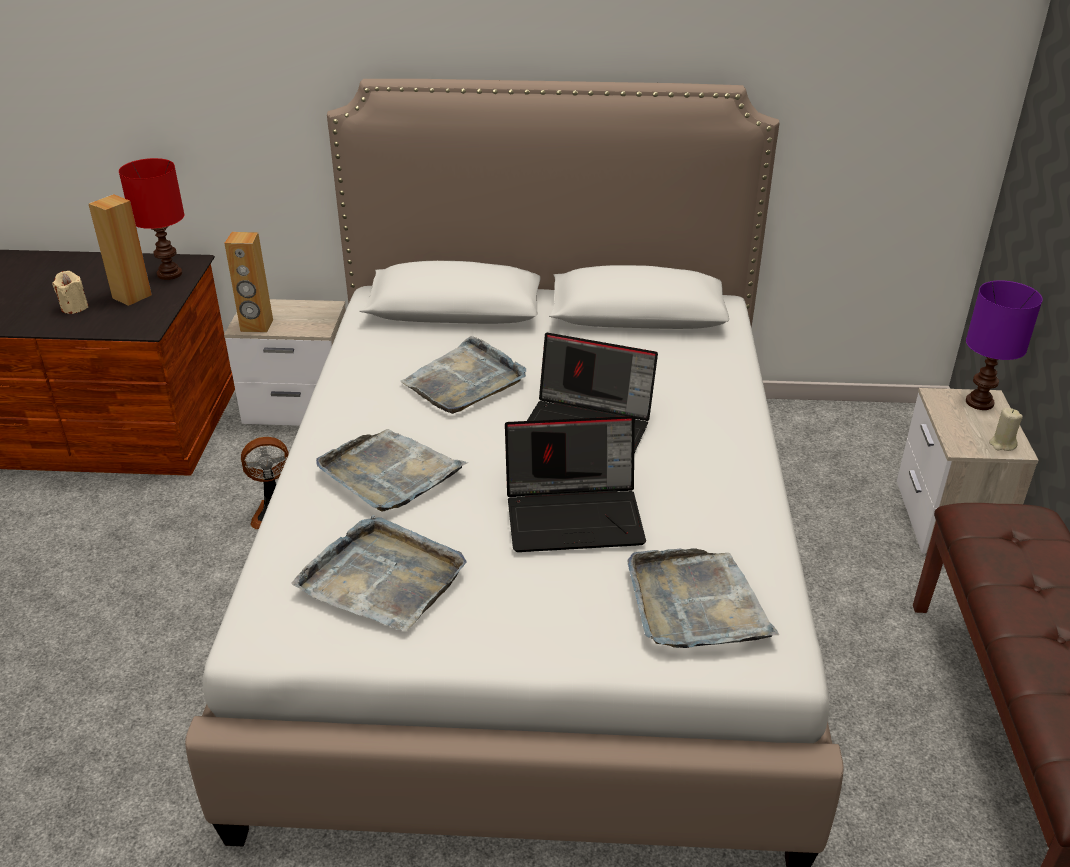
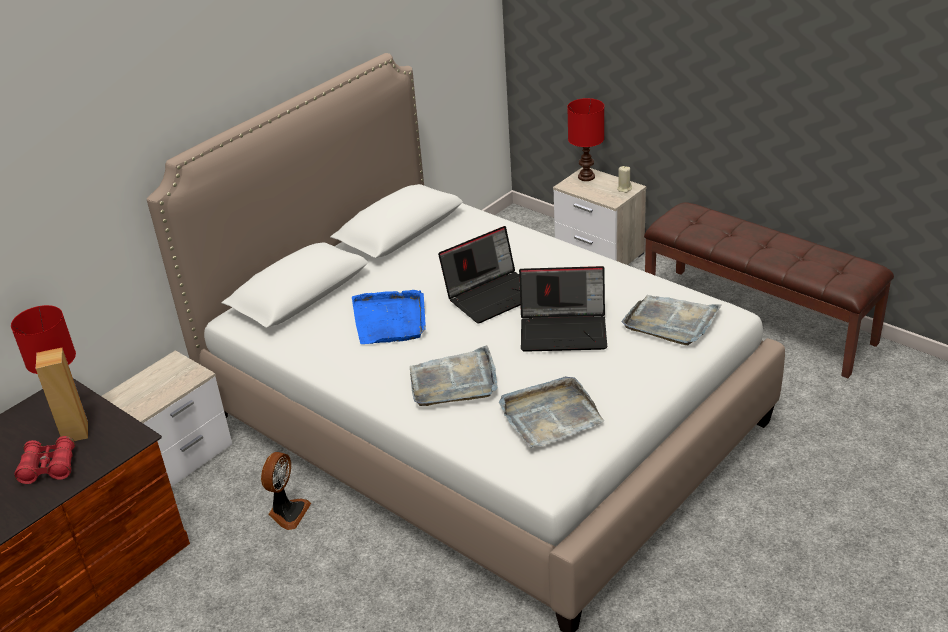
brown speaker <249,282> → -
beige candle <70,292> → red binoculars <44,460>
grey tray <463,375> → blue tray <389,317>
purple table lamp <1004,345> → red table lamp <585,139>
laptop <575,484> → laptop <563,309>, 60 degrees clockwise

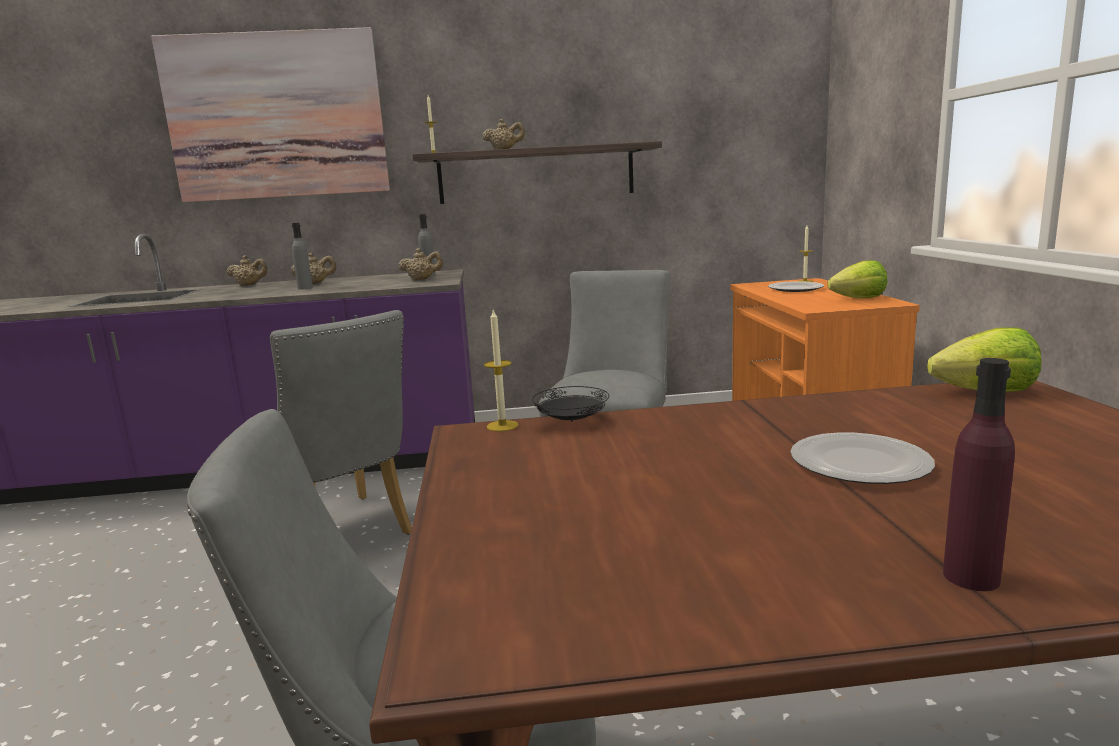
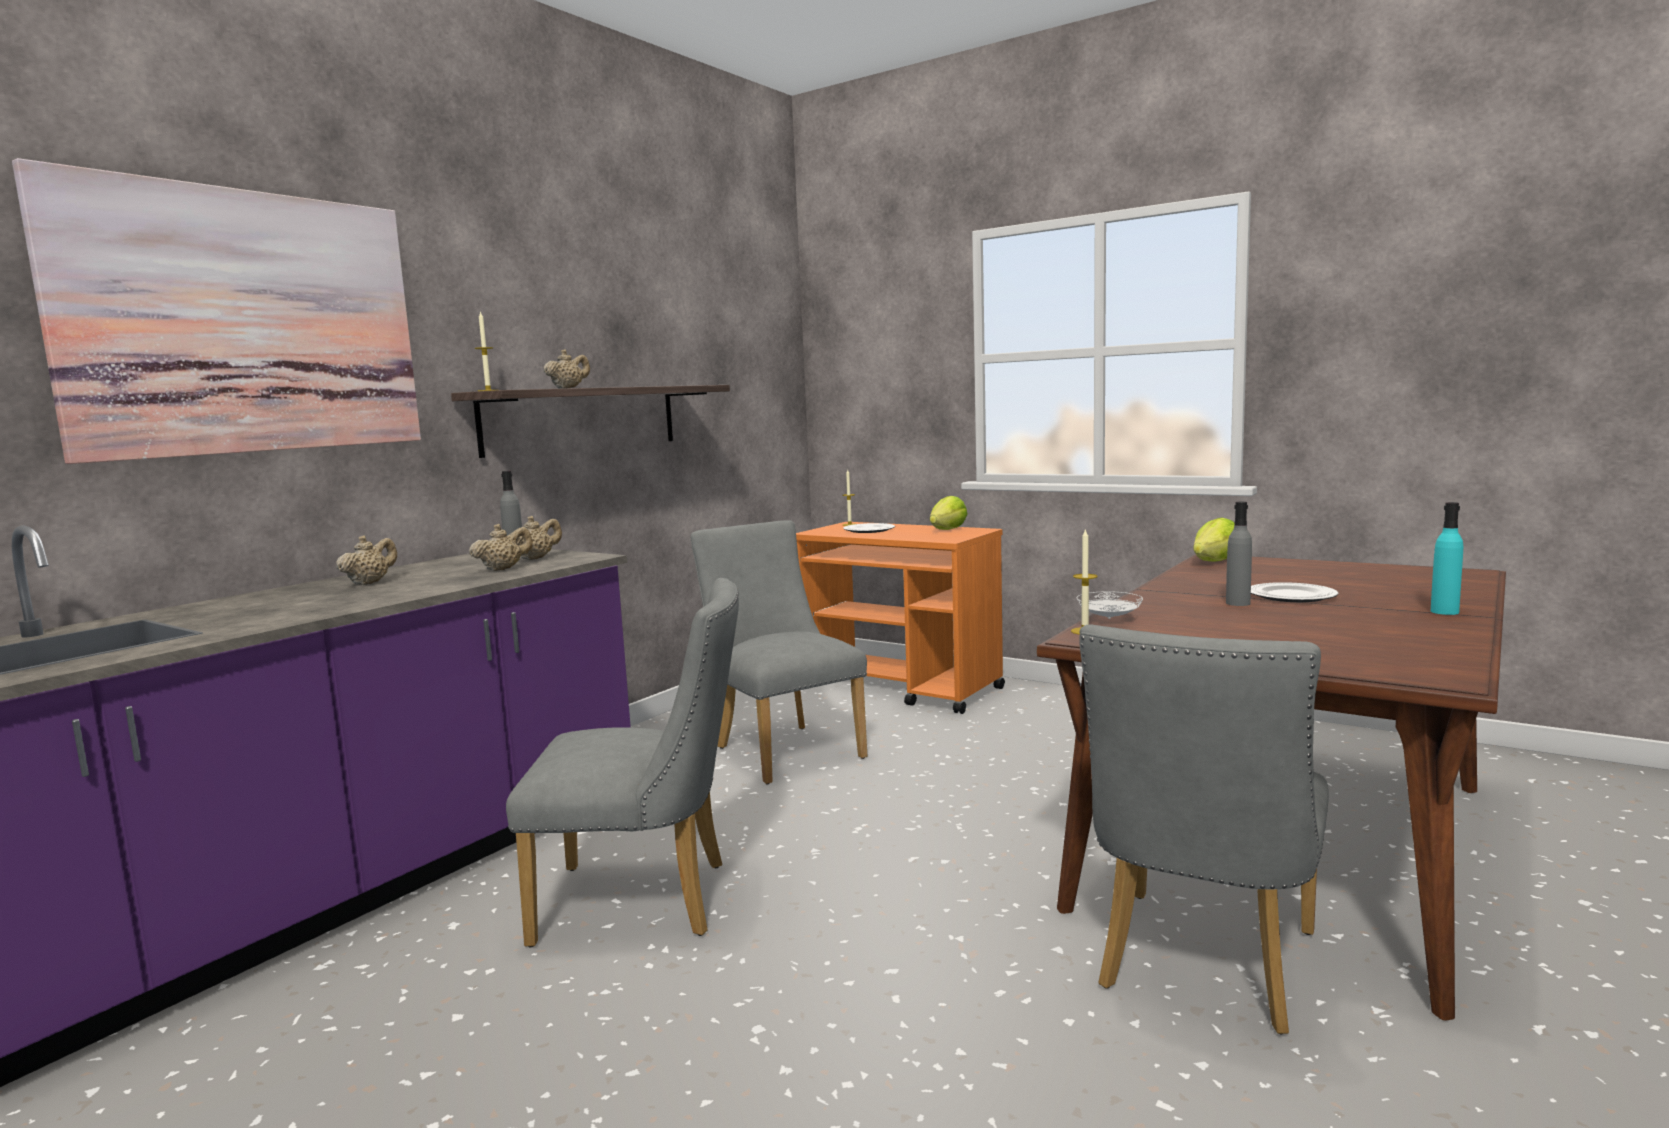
beige teapot <247,270> → beige teapot <501,547>, shifted
grey bottle <302,256> → grey bottle <1239,554>, shifted
black plate <570,404> → white plate <1110,605>
purple bottle <979,474> → turquoise bottle <1447,558>

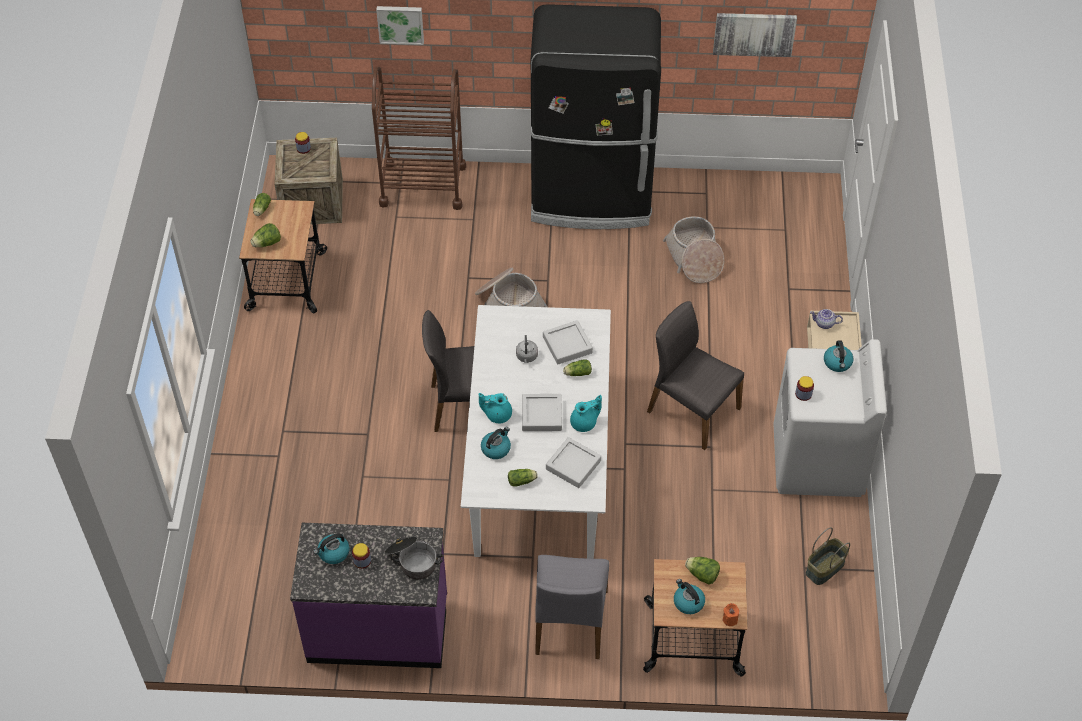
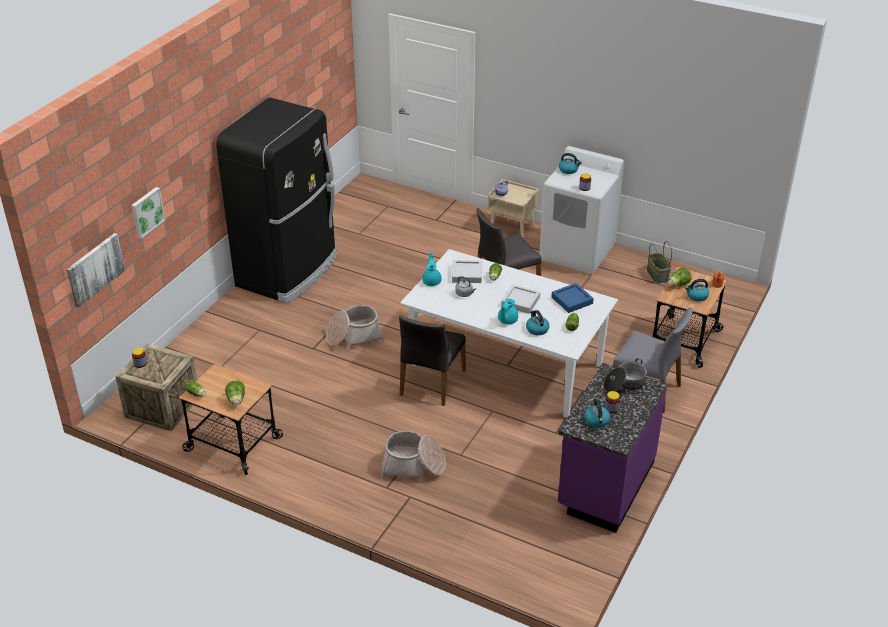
brown cart <419,138> → -
turquoise teapot <586,413> → turquoise teapot <432,269>, shifted
basket <693,249> → basket <413,456>, shifted
picture <755,35> → picture <96,270>, shifted
grey tray <573,462> → blue tray <572,298>

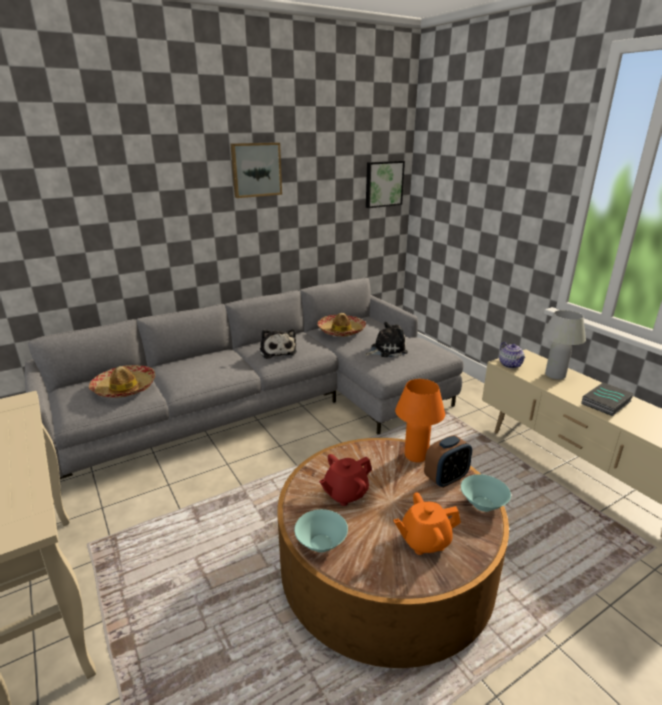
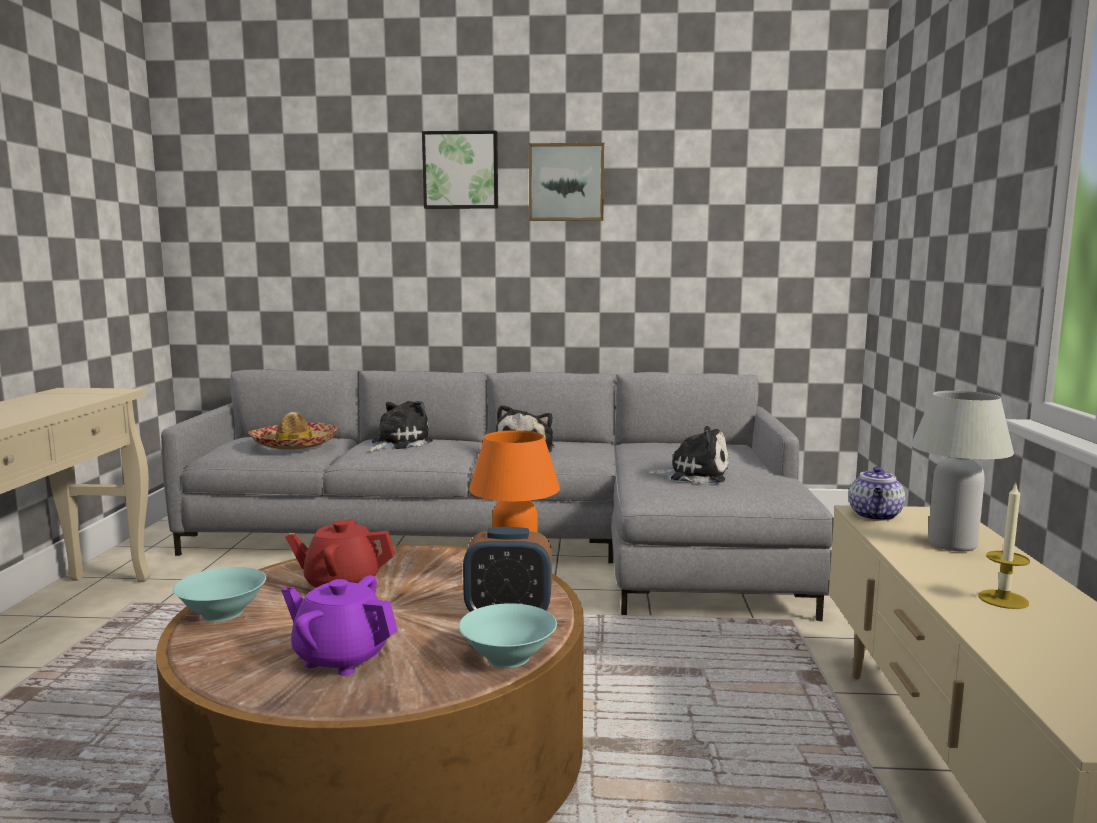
hat <342,325> → -
- → plush toy <400,426>
picture <385,184> → picture <460,169>, shifted
book <607,399> → candle <1004,546>
orange teapot <427,523> → purple teapot <340,625>

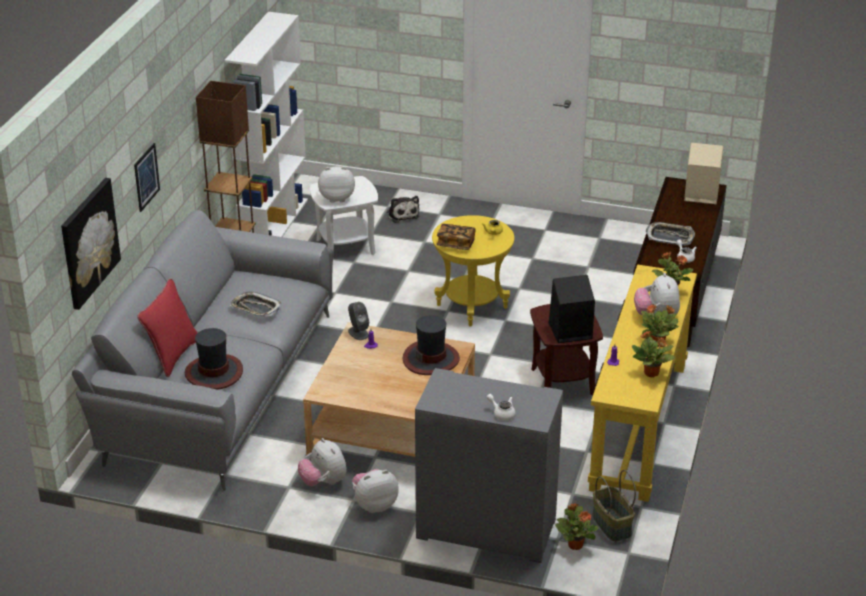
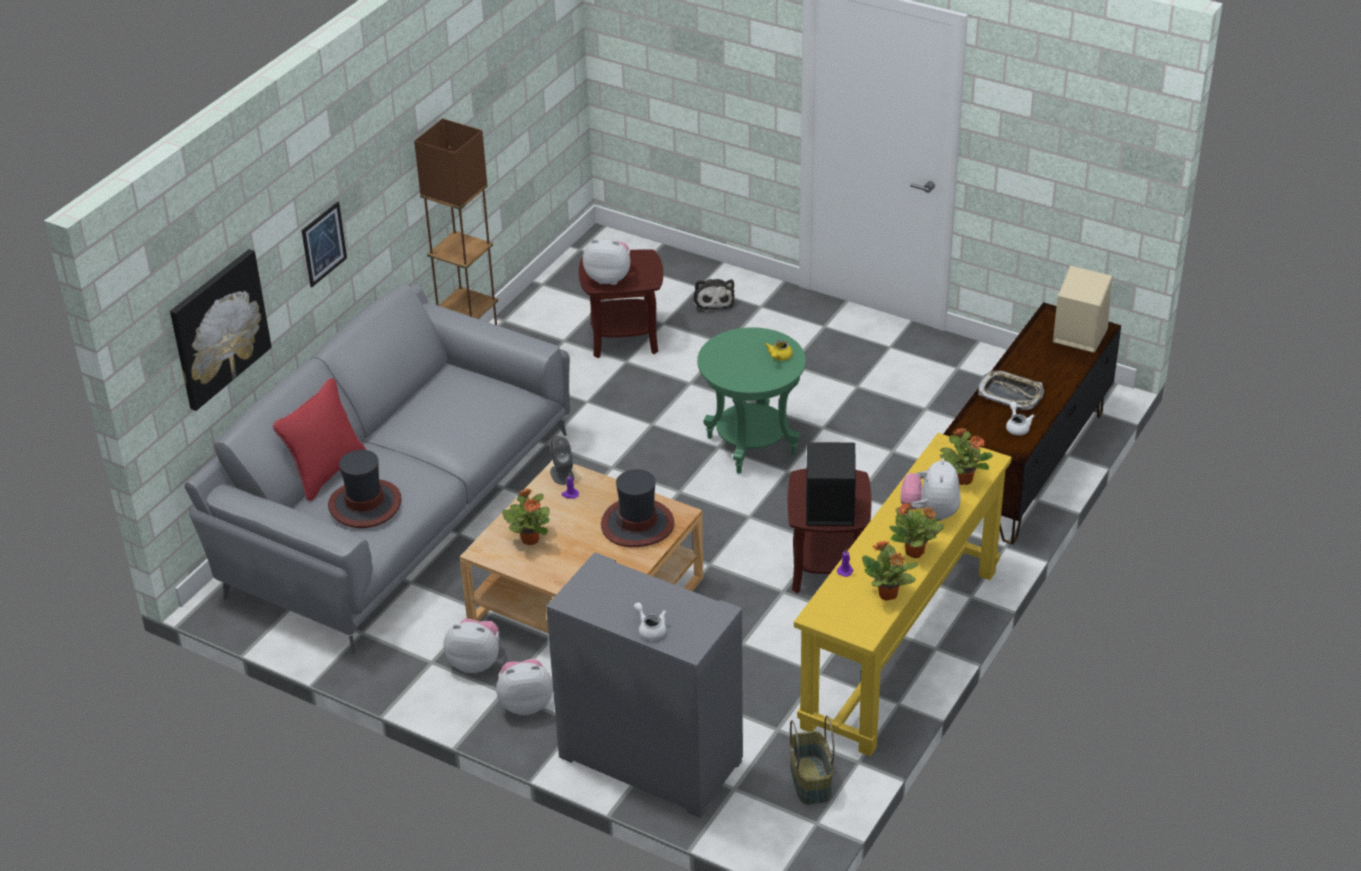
white bookcase <266,124> → -
tray <256,304> → -
book <456,237> → -
potted plant <576,526> → potted plant <526,517>, shifted
white side table <344,215> → brown side table <621,303>
yellow side table <473,271> → green side table <751,400>
plush toy <322,462> → plush toy <472,645>, 120 degrees clockwise

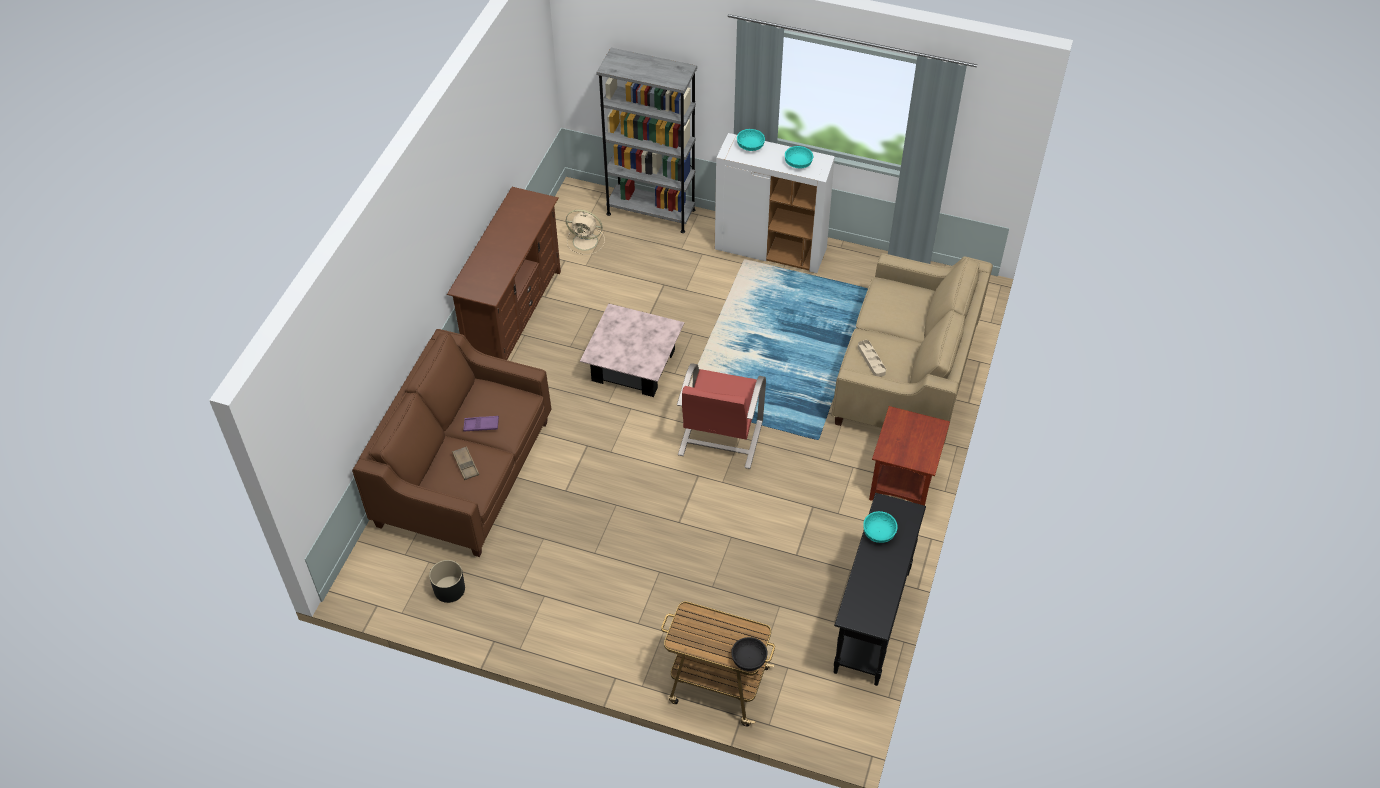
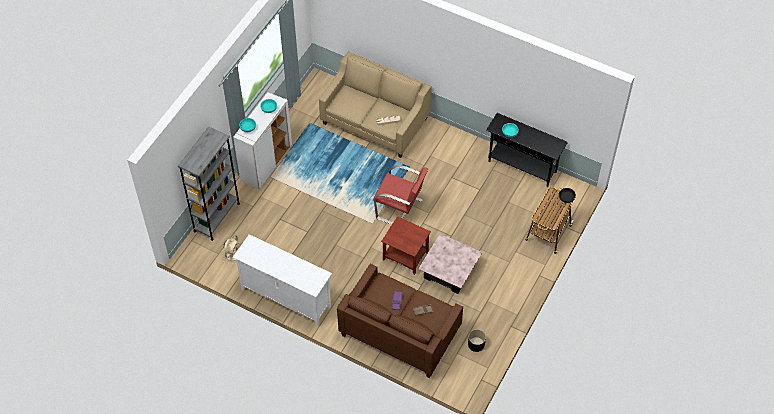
pink coffee table <632,350> → pink coffee table <450,264>, shifted
brown side table <909,456> → brown side table <406,245>, shifted
brown tv stand <504,273> → white tv stand <282,280>

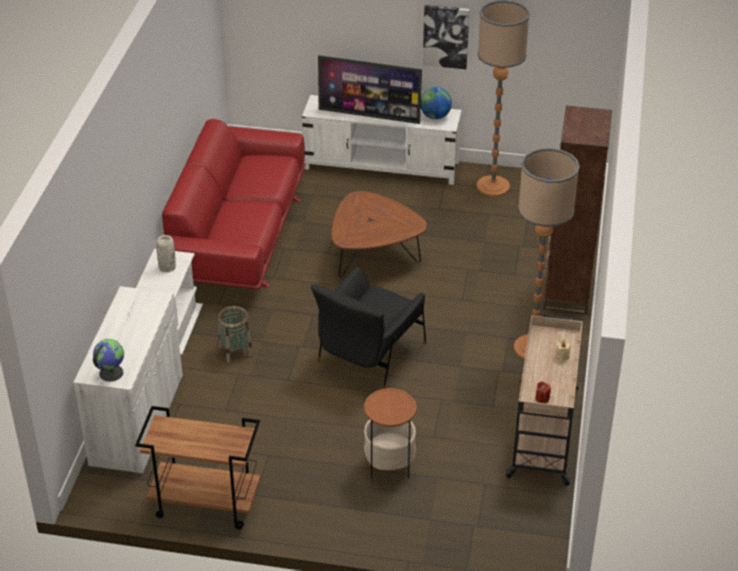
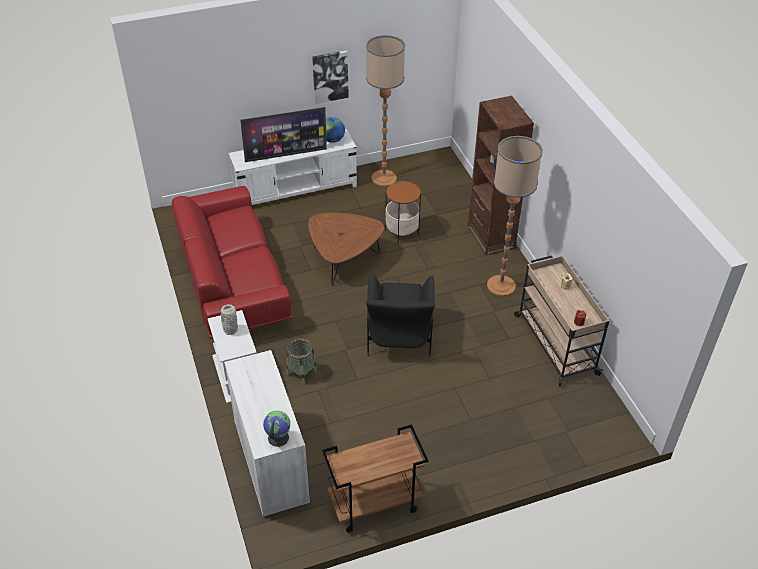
side table <390,433> → side table <403,212>, shifted

